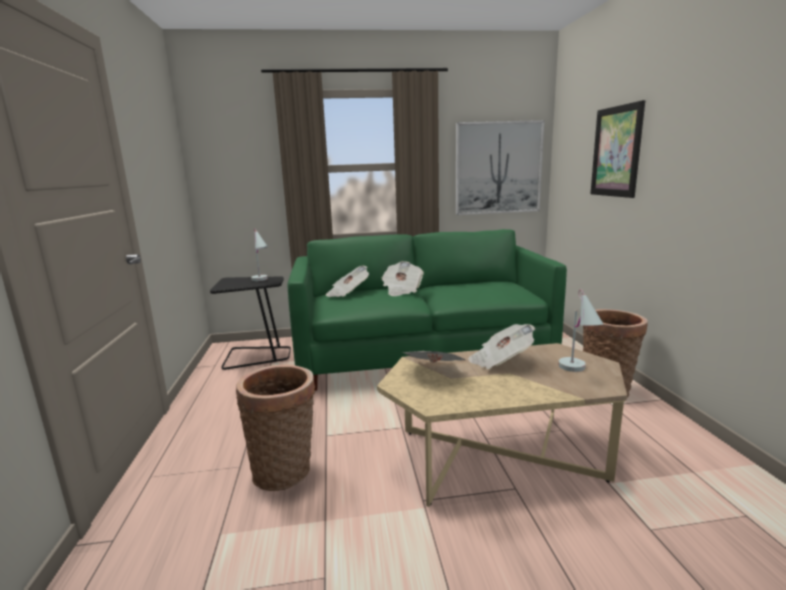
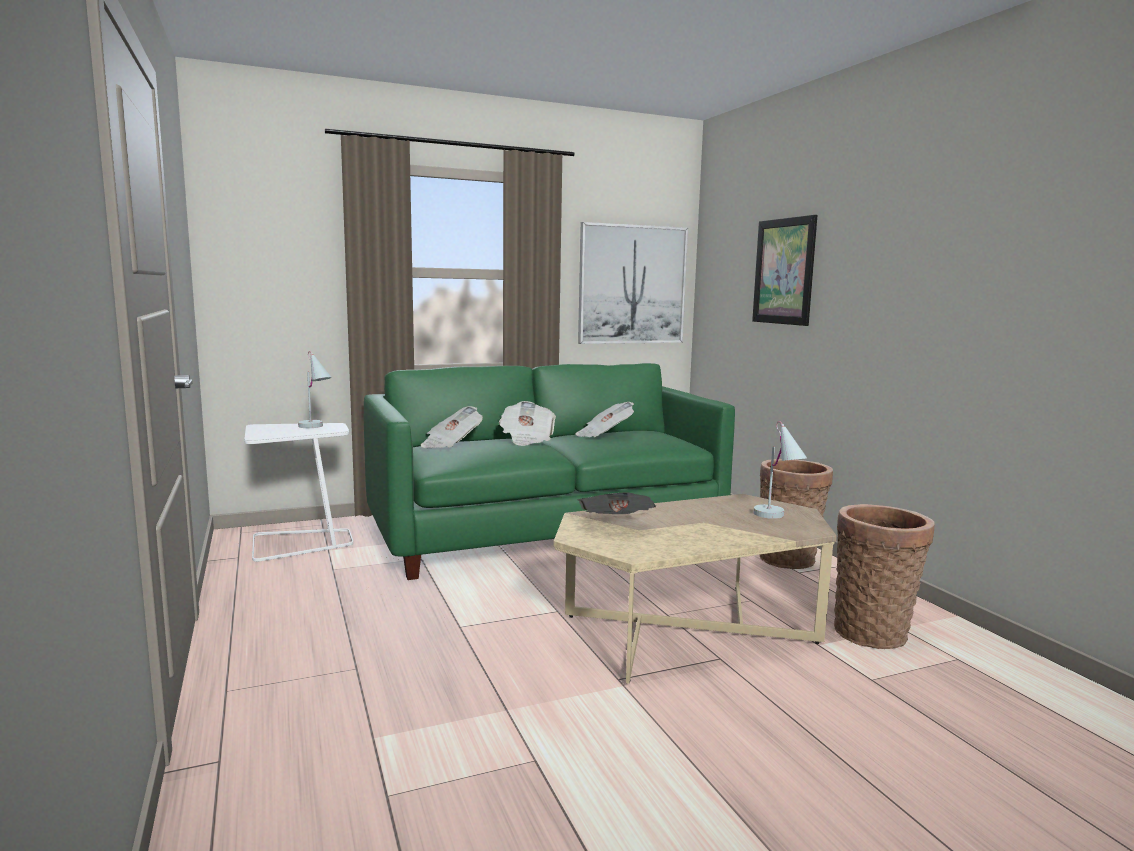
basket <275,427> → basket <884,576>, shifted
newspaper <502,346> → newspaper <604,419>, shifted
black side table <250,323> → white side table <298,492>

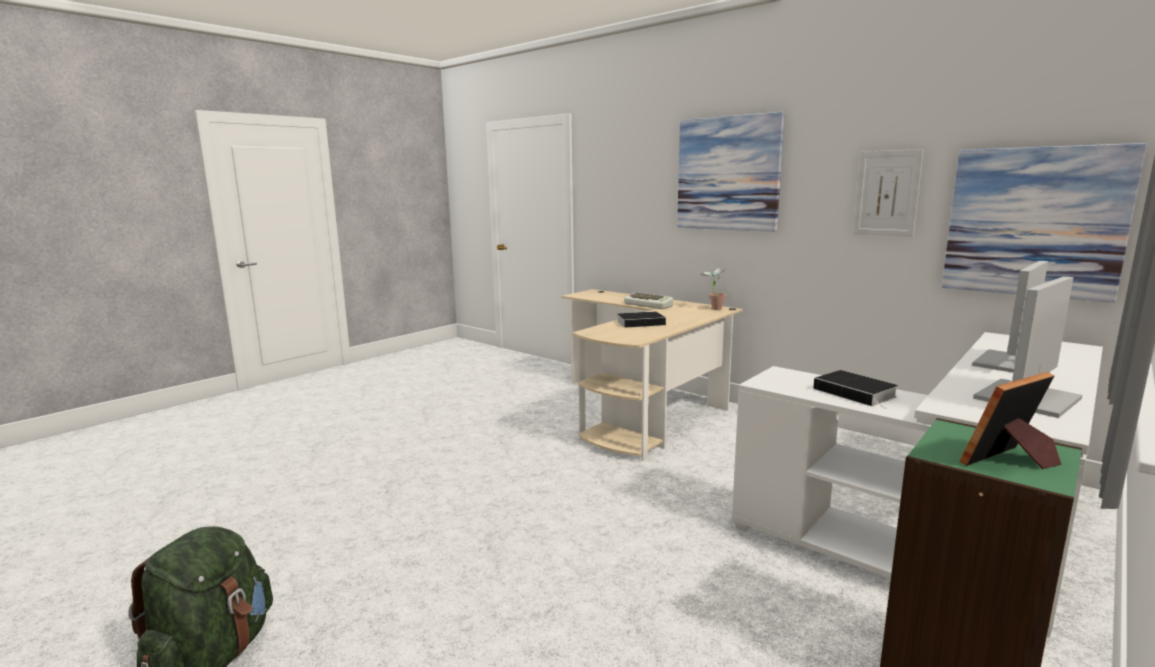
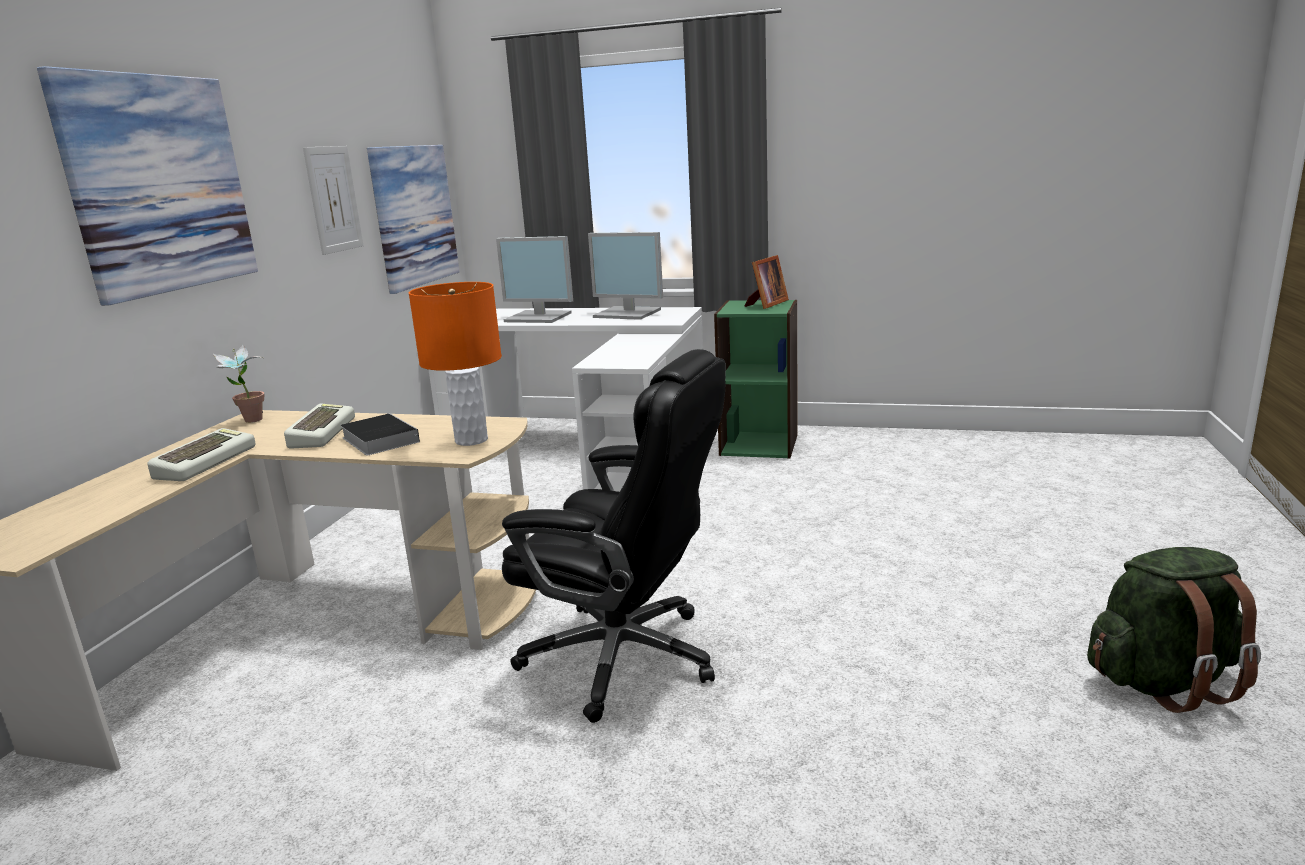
book <855,389> → -
- → keyboard <319,426>
- → orange table lamp <455,364>
- → black office chair <614,536>
picture frame <1010,420> → picture frame <766,282>, 90 degrees counterclockwise

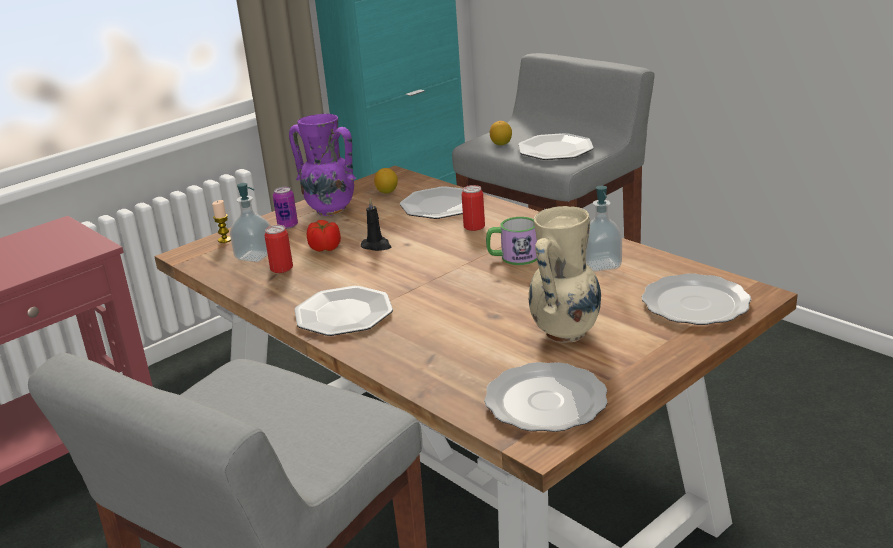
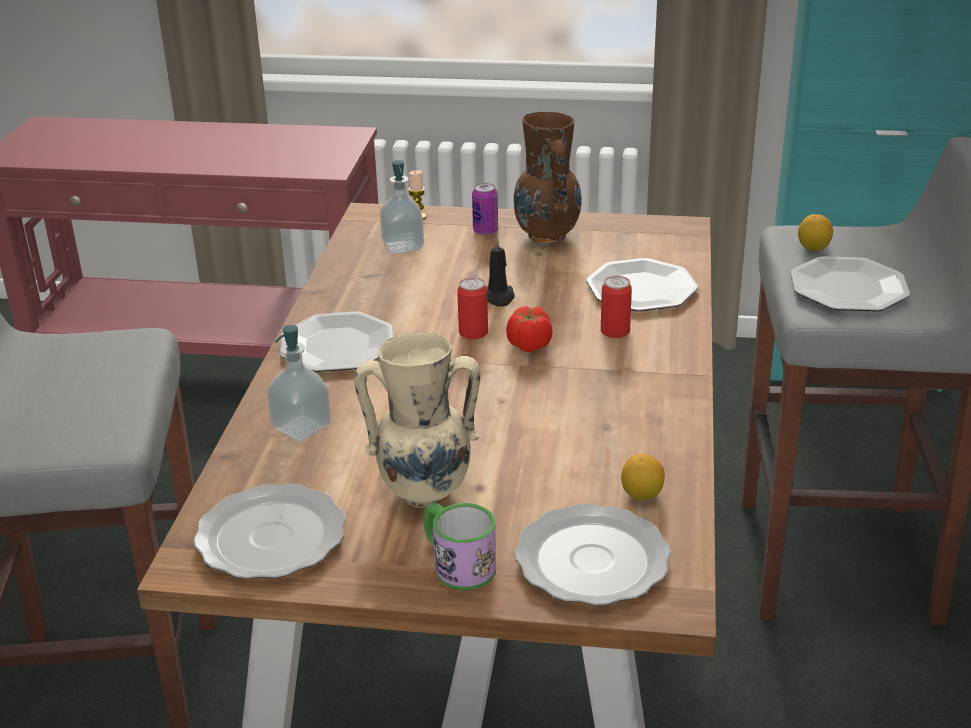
can <279,249> → can <472,308>, shifted
tomato <324,236> → tomato <529,329>, shifted
lemon <386,180> → lemon <643,477>, shifted
mug <511,241> → mug <460,546>, shifted
soap dispenser <604,229> → soap dispenser <299,383>, shifted
purple vase <322,165> → brown vase <548,177>

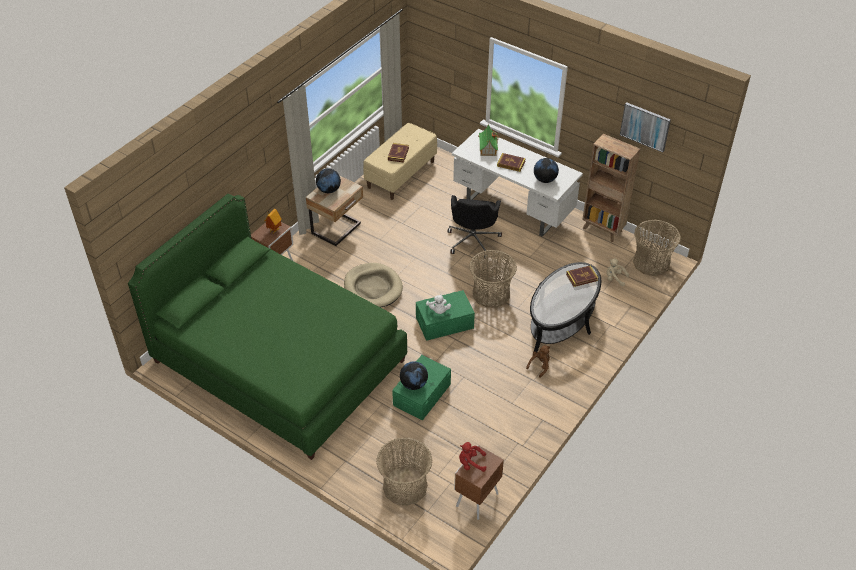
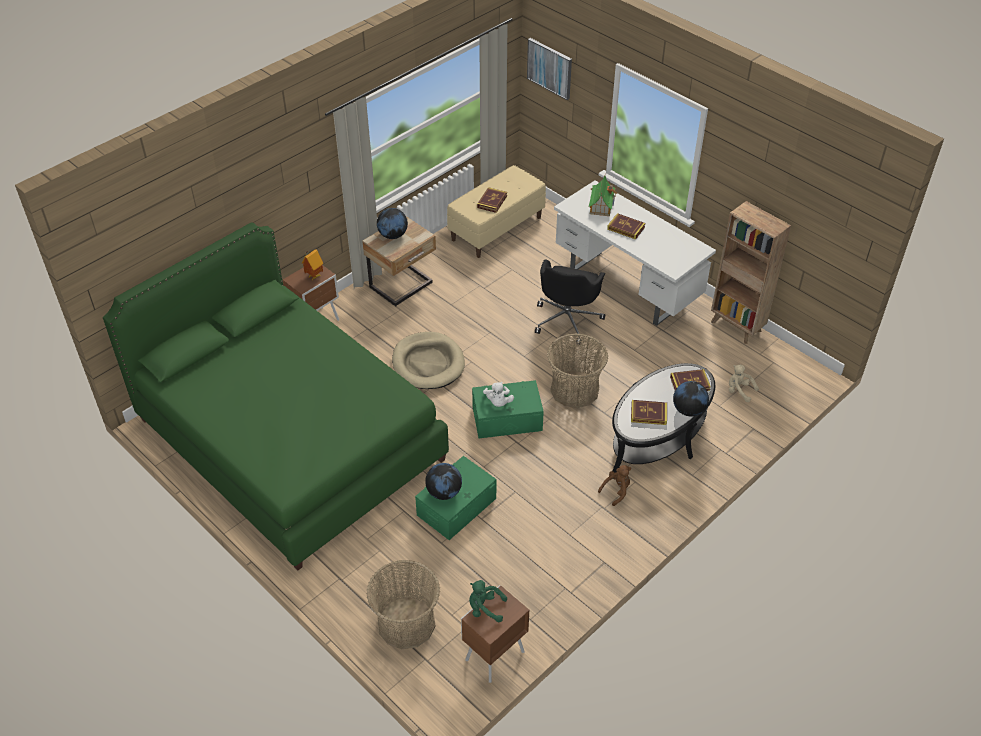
basket <657,248> → -
- → book <649,412>
globe <546,170> → globe <691,398>, shifted
picture <645,127> → picture <549,69>, shifted
red plush toy <472,457> → green plush toy <488,601>

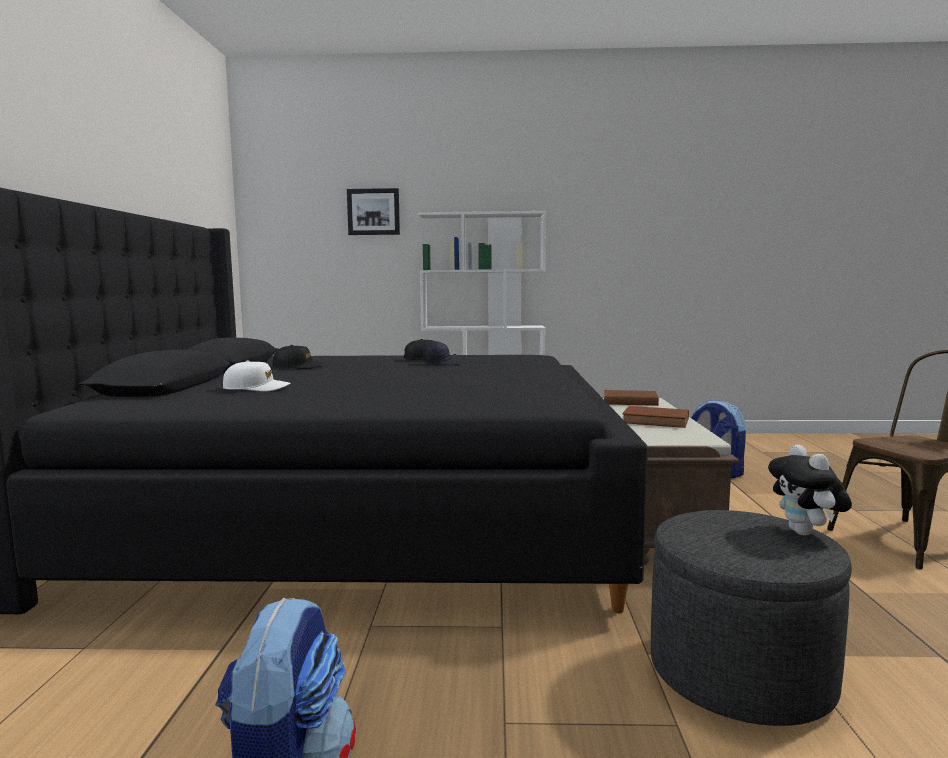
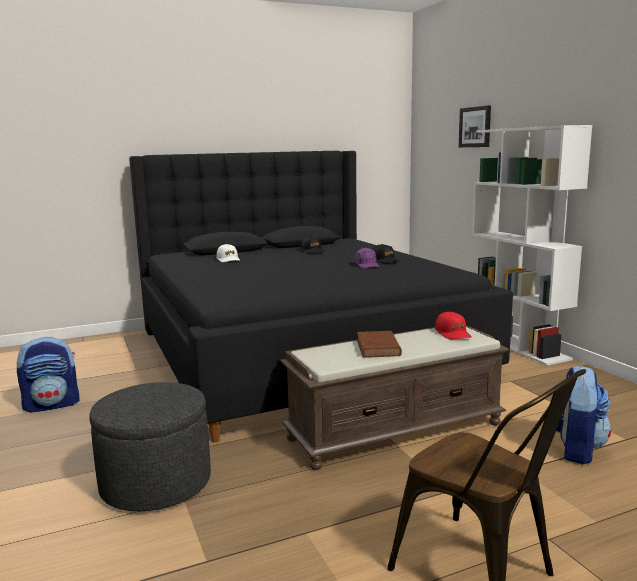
plush toy <810,490> → -
brown book <631,398> → red cap <453,325>
black cap <442,353> → purple cap <367,258>

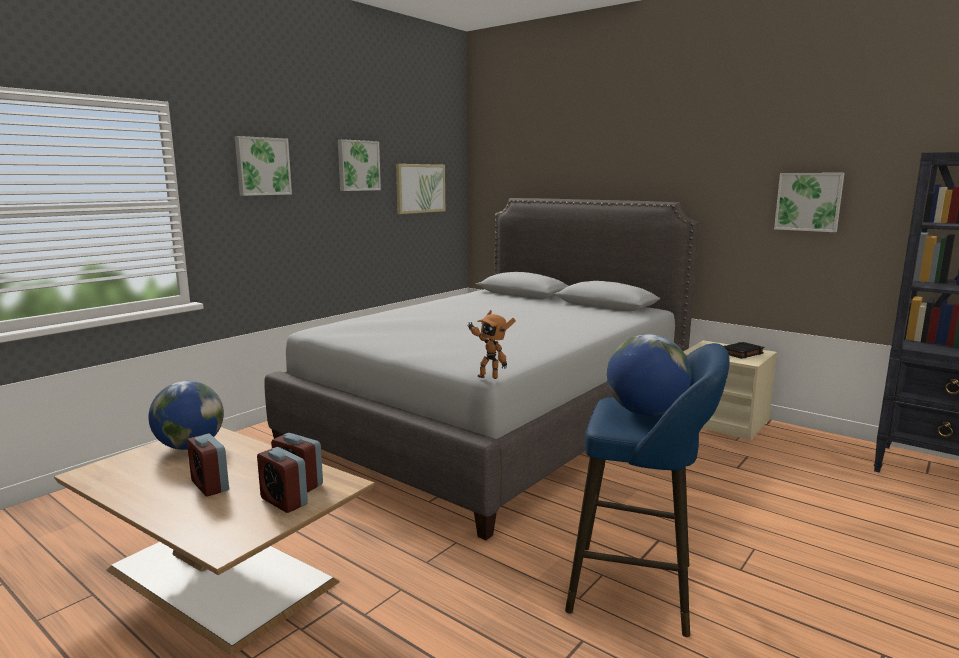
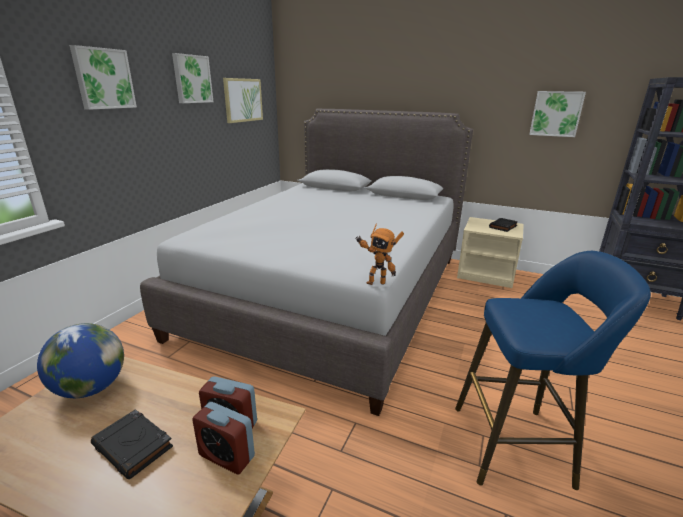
globe <649,375> → -
alarm clock <208,465> → black book <132,444>

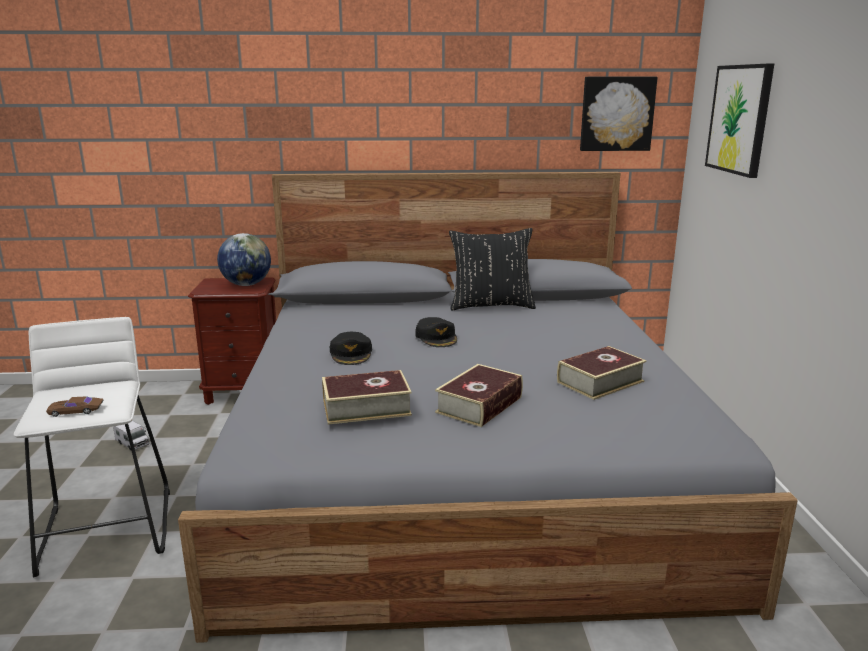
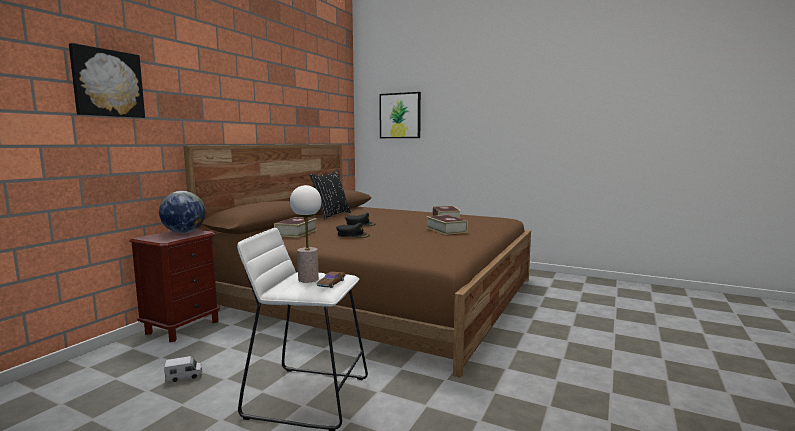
- → table lamp <306,234>
book <367,397> → book <295,227>, shifted
picture <618,114> → picture <107,80>, shifted
grey bed <488,407> → brown bed <357,261>

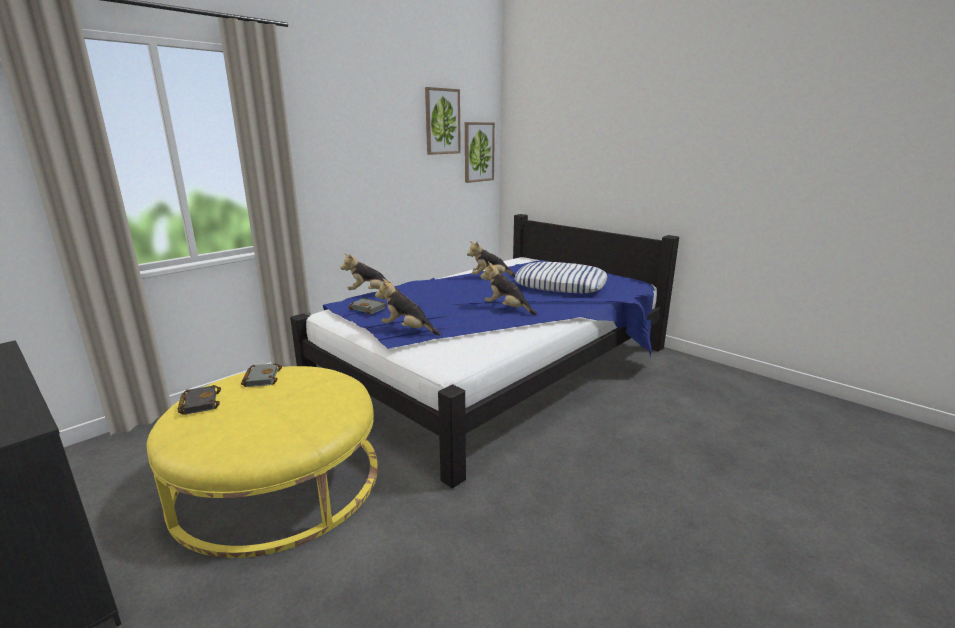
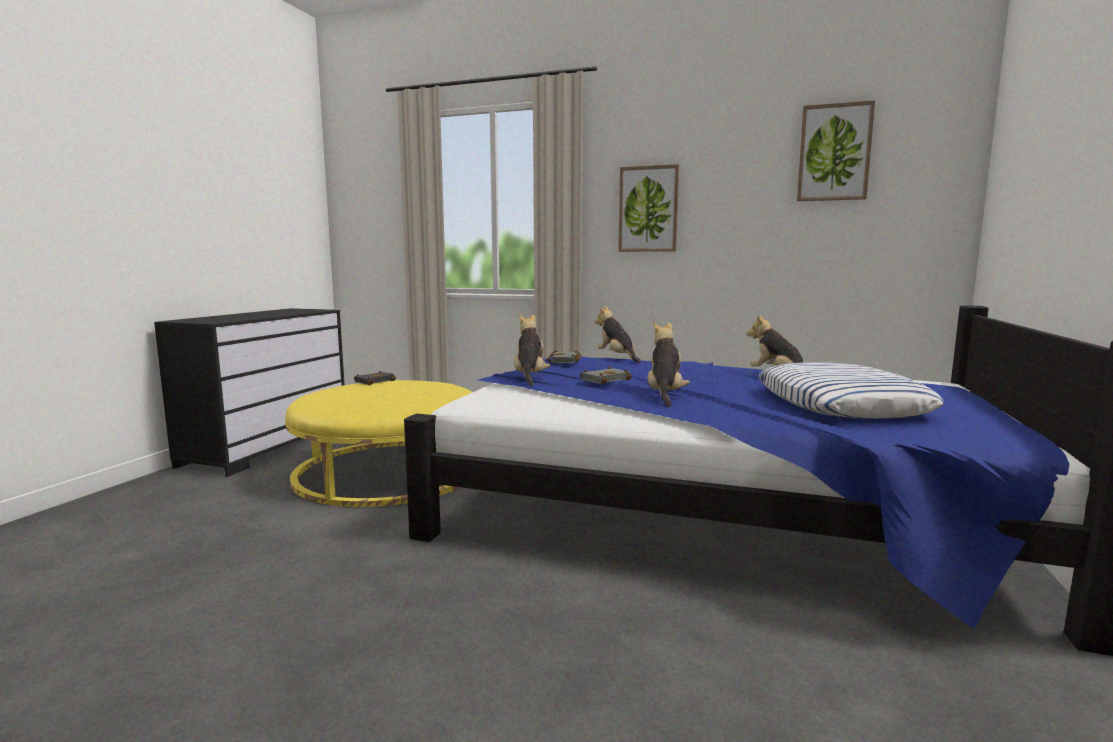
grey book <261,375> → grey book <606,375>, shifted
picture <480,152> → picture <649,208>, shifted

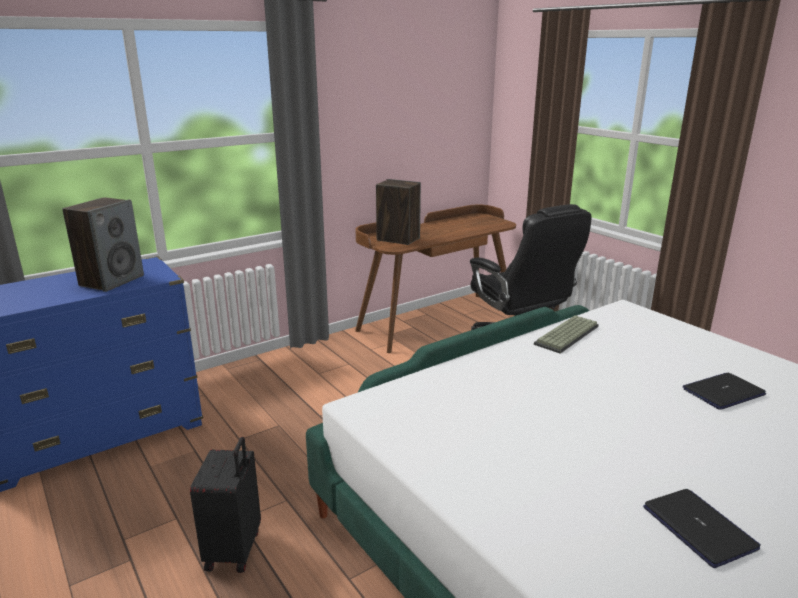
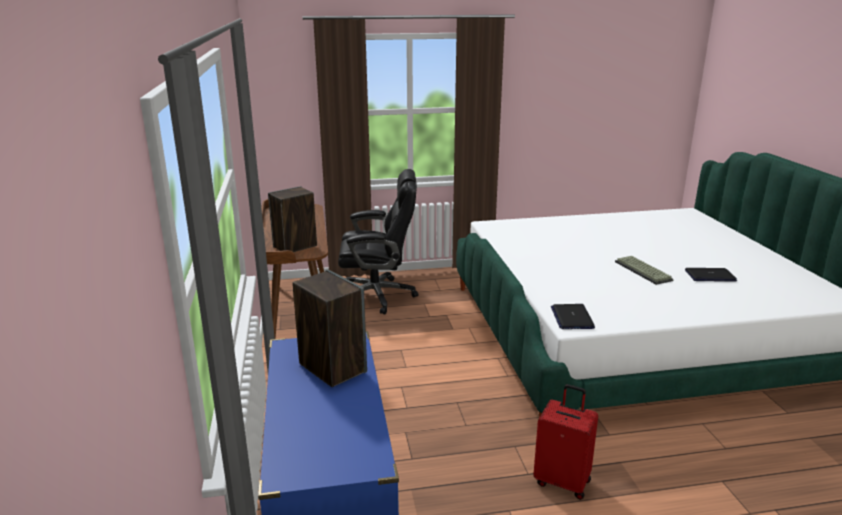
keyboard <566,334> → keyboard <644,270>, shifted
laptop <724,391> → laptop <573,316>, shifted
black suitcase <225,505> → red suitcase <565,442>

